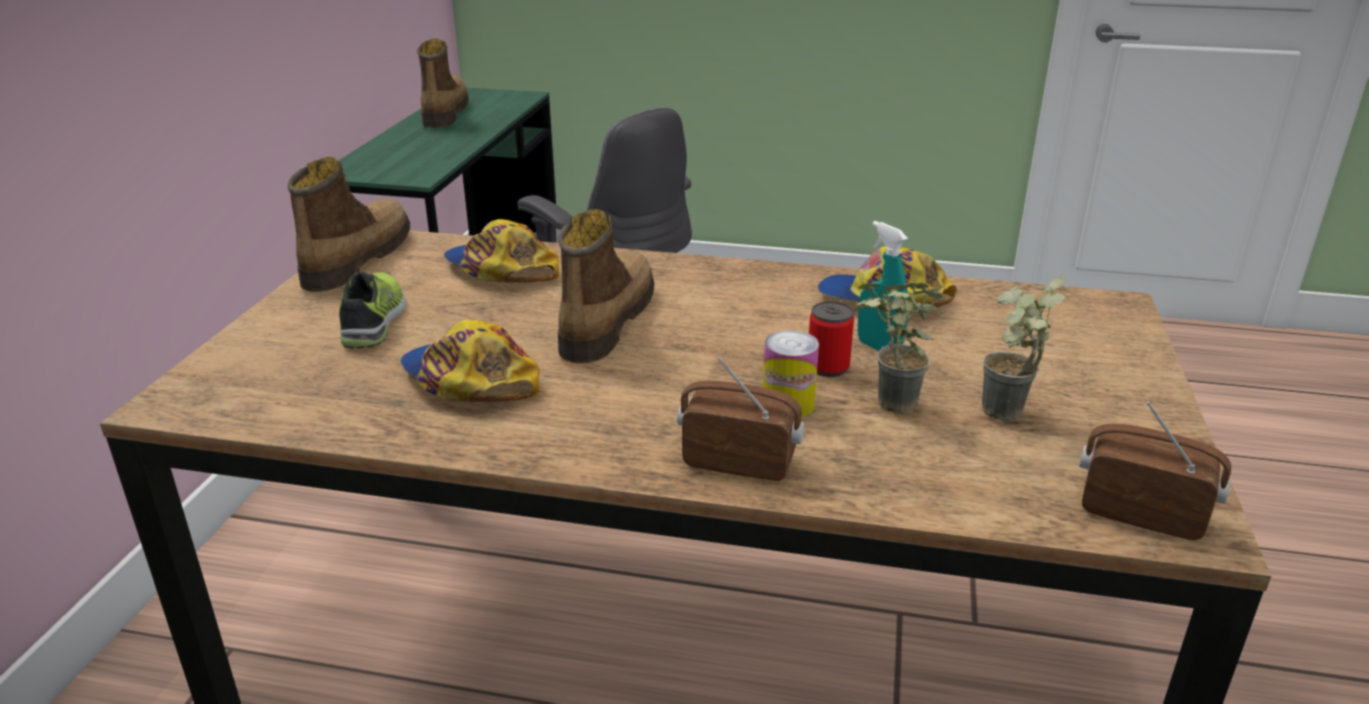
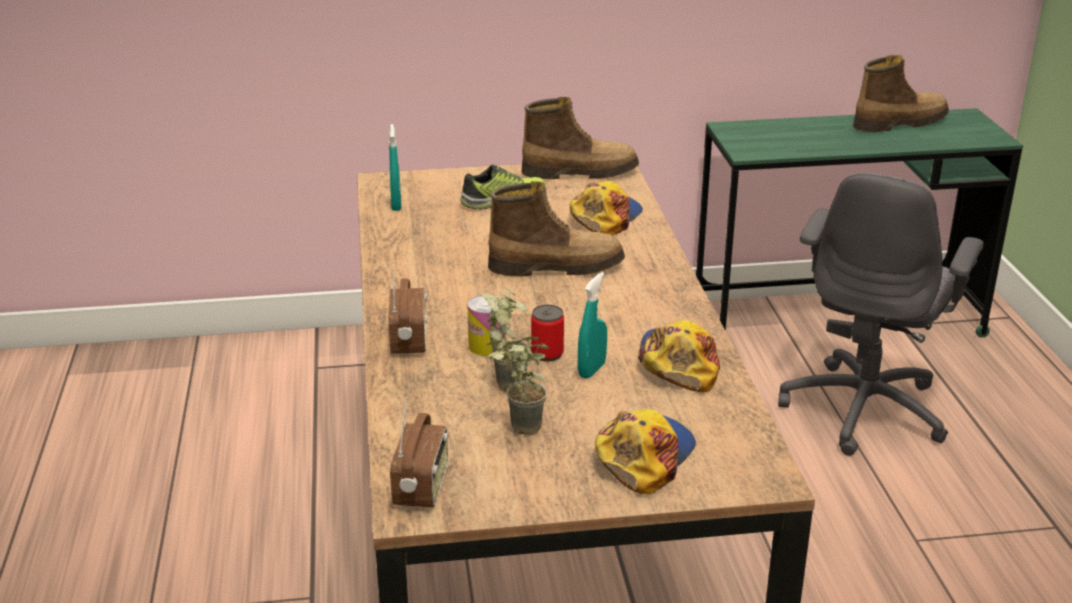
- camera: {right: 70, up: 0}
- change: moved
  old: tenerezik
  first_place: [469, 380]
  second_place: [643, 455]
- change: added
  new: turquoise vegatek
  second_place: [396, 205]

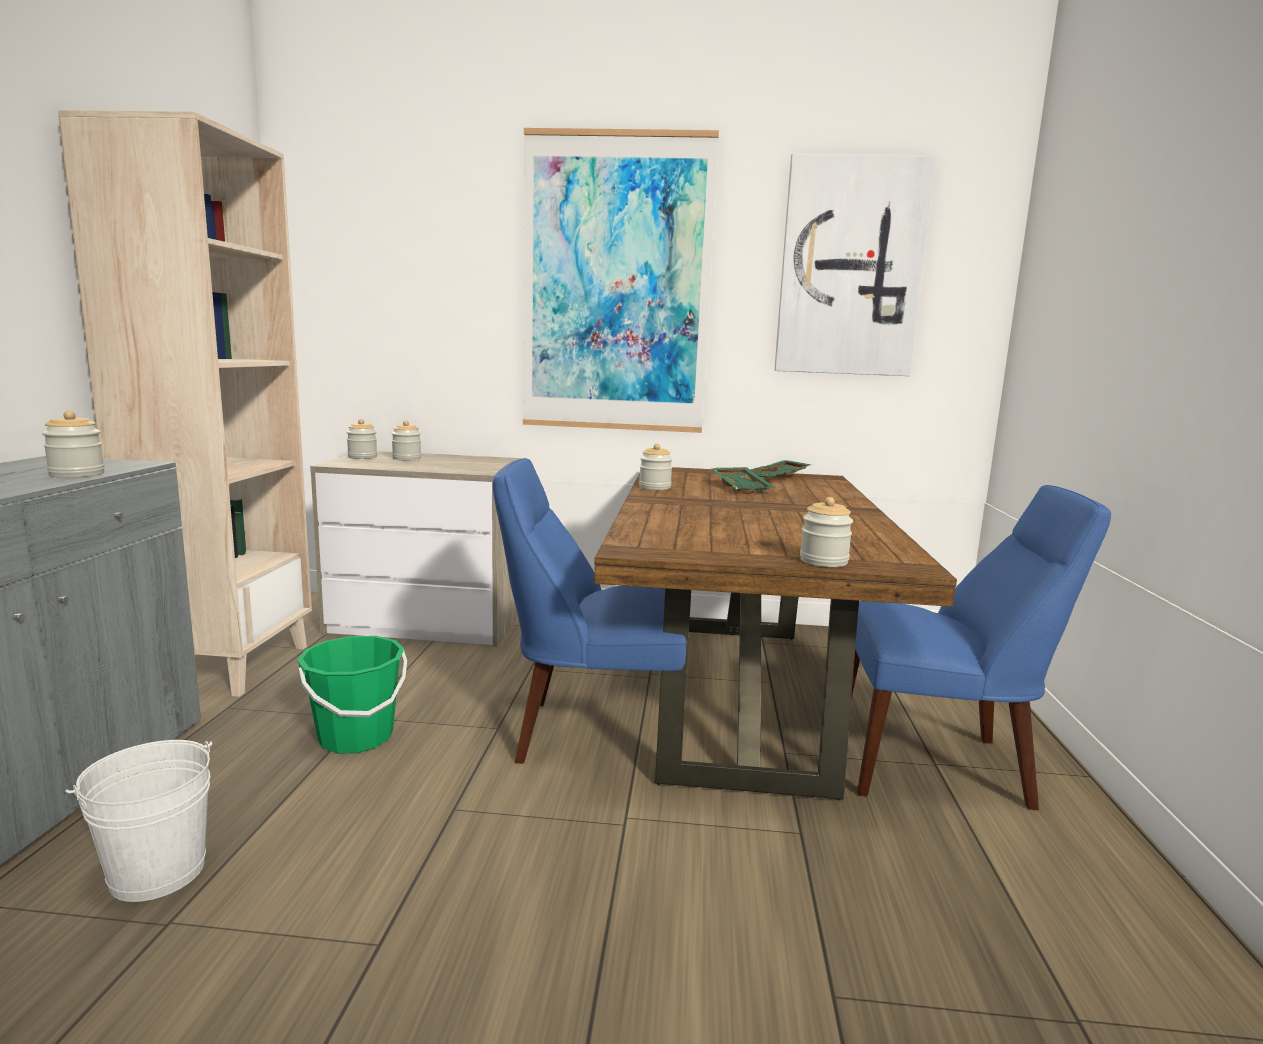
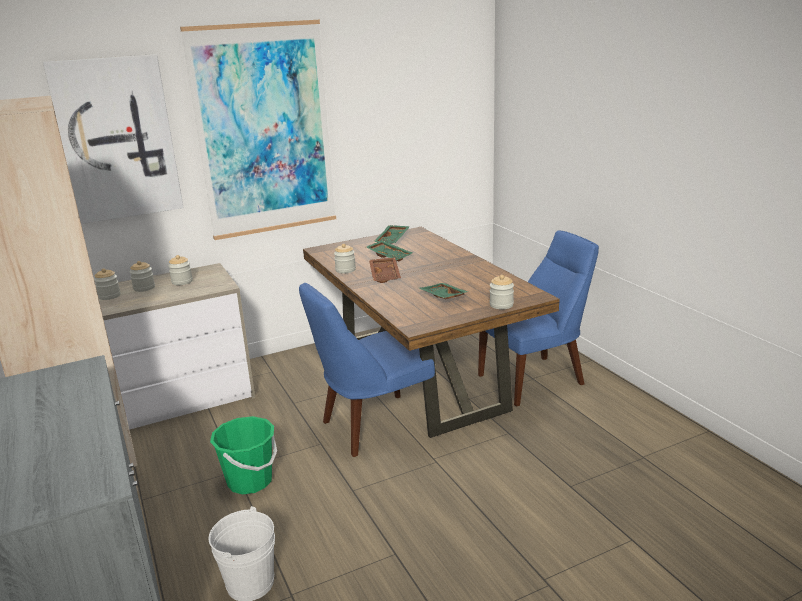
- camera: {right: -30, up: 10}
- change: moved
  old: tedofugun
  first_place: [77, 474]
  second_place: [182, 282]
- change: moved
  old: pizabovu
  first_place: [850, 268]
  second_place: [117, 139]
- change: added
  new: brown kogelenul
  second_place: [386, 275]
- change: added
  new: green kogelenul
  second_place: [442, 297]

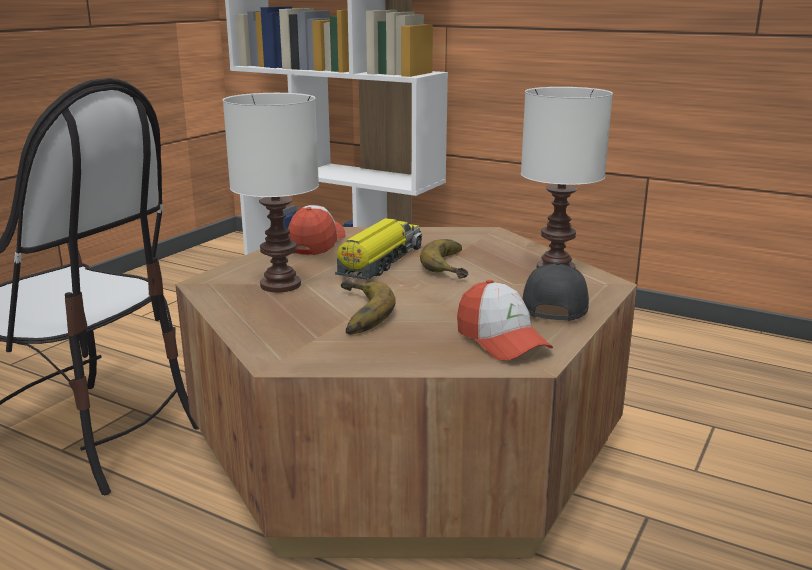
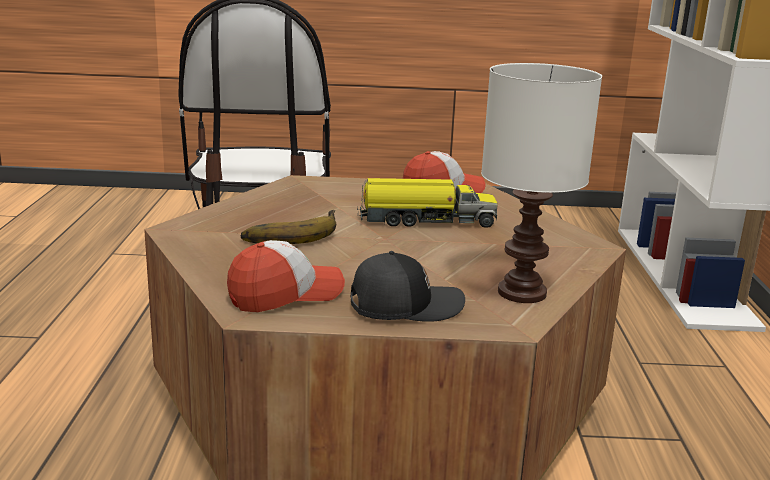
- camera: {right: 60, up: 0}
- change: removed
  old: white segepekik
  first_place: [280, 284]
- change: removed
  old: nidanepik
  first_place: [455, 265]
- change: turned
  old: tenerezik
  first_place: [501, 341]
  second_place: [285, 295]
  degrees: -150

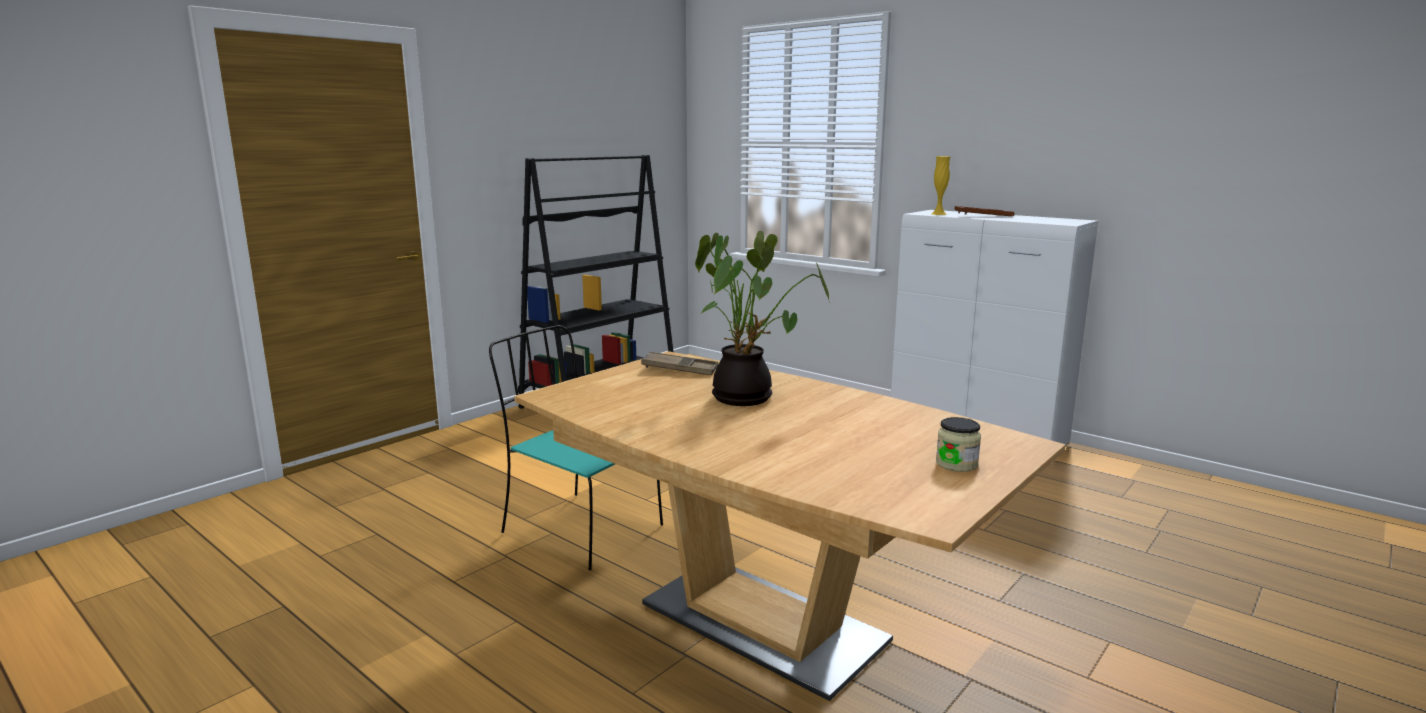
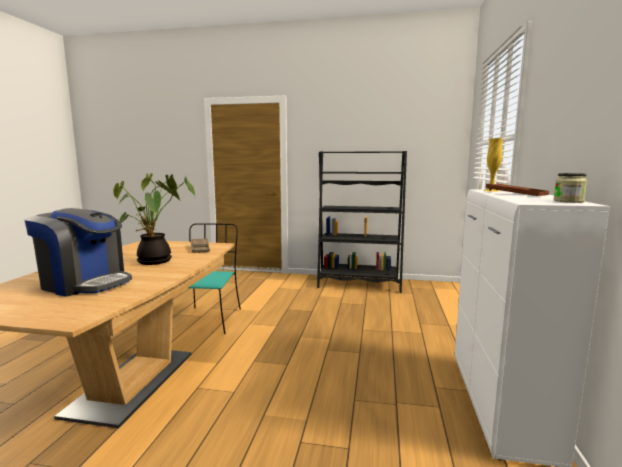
- camera: {right: 60, up: -5}
- change: moved
  old: tedofugun
  first_place: [956, 464]
  second_place: [568, 201]
- change: added
  new: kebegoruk
  second_place: [85, 283]

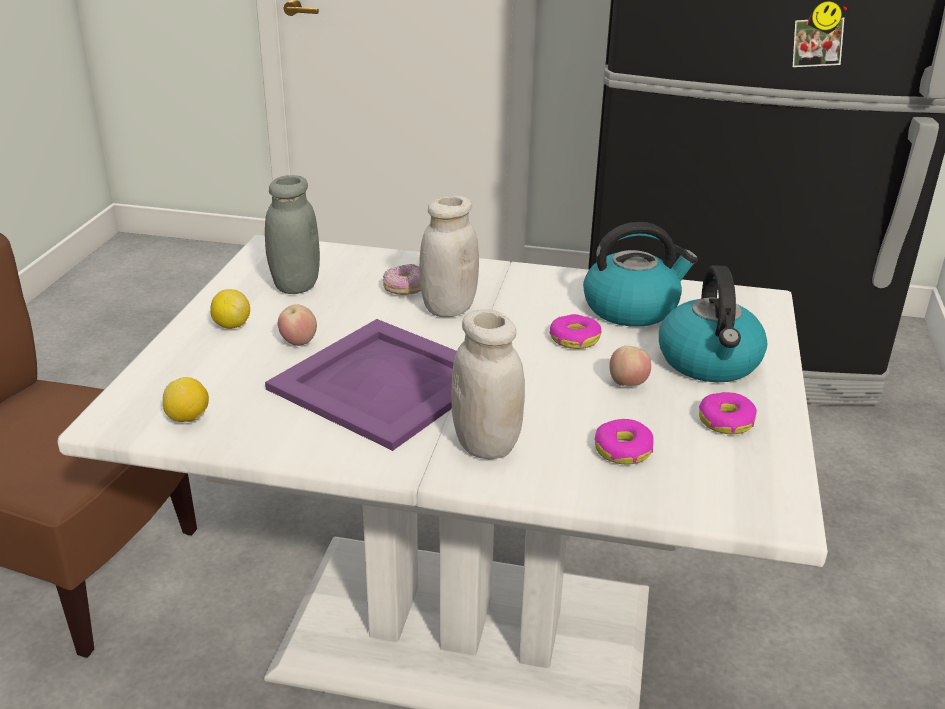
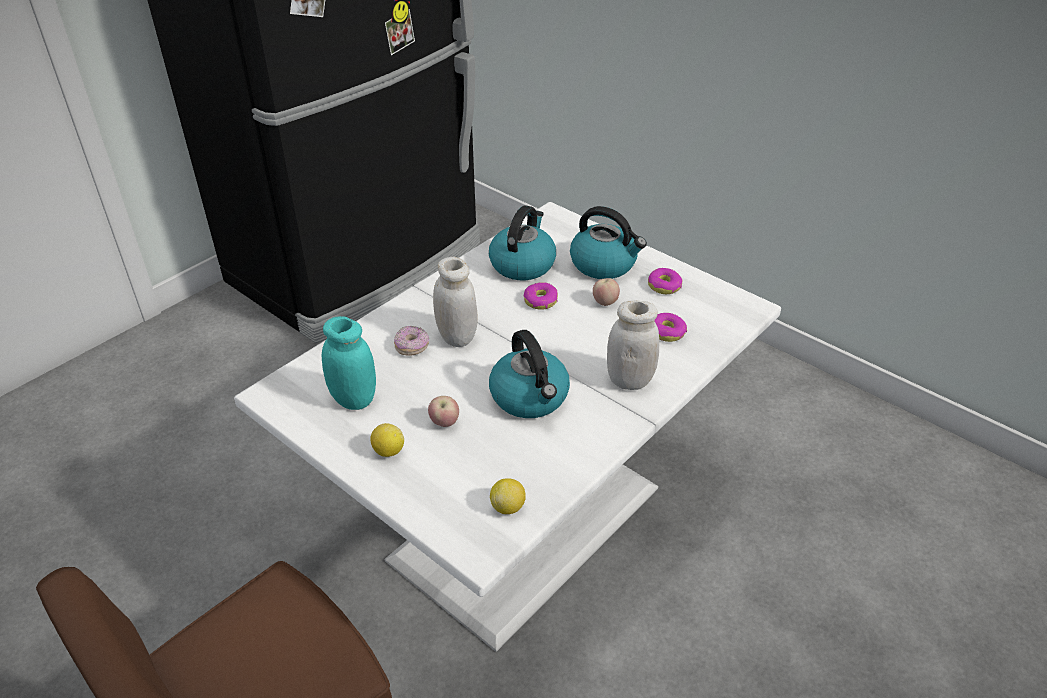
- camera: {right: -60, up: 10}
- change: recoloured
  old: grey tedofugun
  new: turquoise tedofugun
  first_place: [295, 285]
  second_place: [354, 399]
- change: replaced
  old: purple kogelenul
  new: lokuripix
  first_place: [386, 382]
  second_place: [530, 397]

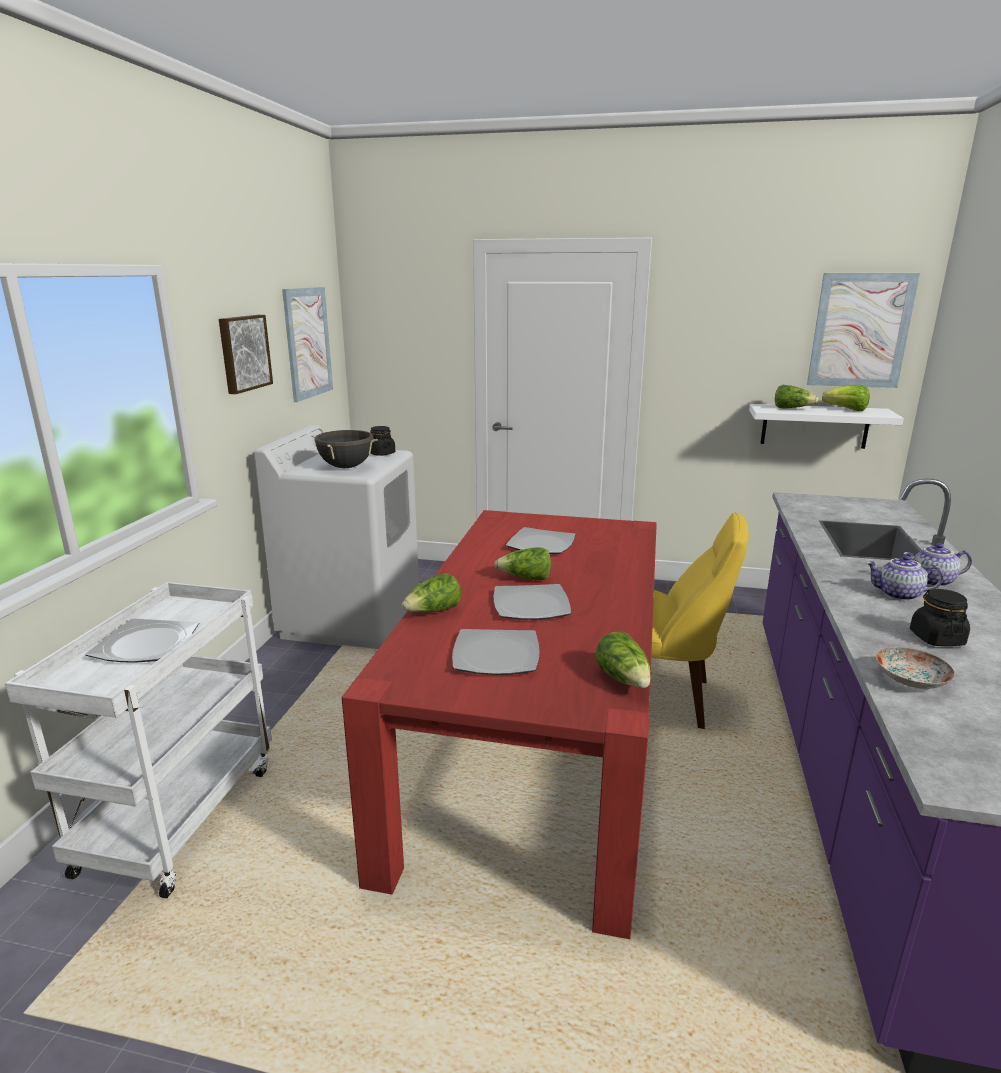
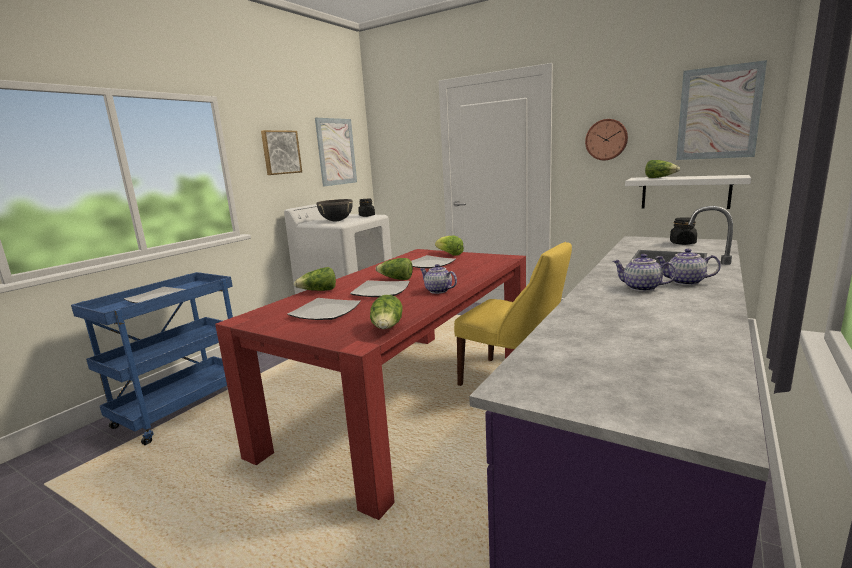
- camera: {right: 20, up: -5}
- change: recoloured
  old: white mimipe
  new: blue mimipe
  first_place: [179, 815]
  second_place: [183, 407]
- change: moved
  old: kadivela
  first_place: [846, 410]
  second_place: [449, 254]
- change: removed
  old: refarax
  first_place: [911, 680]
- change: moved
  old: black tedofugun
  first_place: [936, 638]
  second_place: [682, 243]
- change: added
  new: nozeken
  second_place: [437, 291]
- change: added
  new: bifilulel
  second_place: [606, 139]

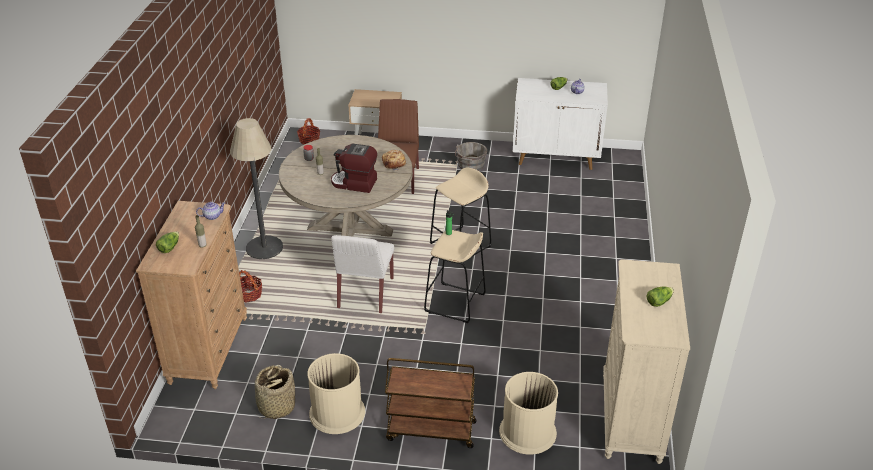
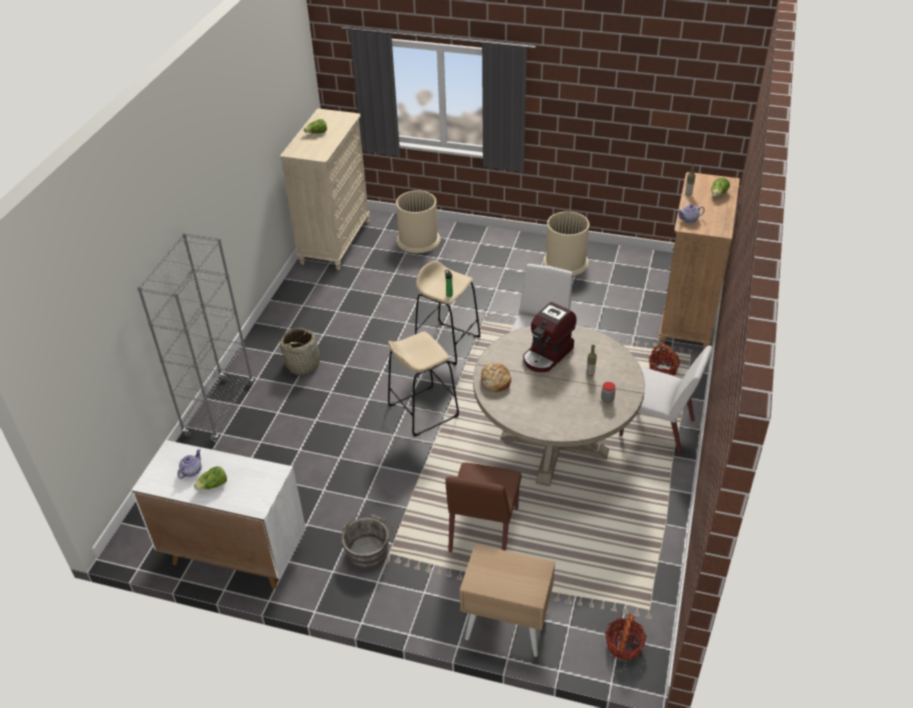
- camera: {right: -170, up: 5}
- change: replaced
  old: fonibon
  new: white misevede
  first_place: [264, 248]
  second_place: [658, 428]
- change: moved
  old: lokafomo
  first_place: [276, 406]
  second_place: [303, 364]
- change: turned
  old: kebegoruk
  first_place: [354, 183]
  second_place: [548, 355]
  degrees: 105
- change: removed
  old: brown mimipe
  first_place: [430, 431]
- change: added
  new: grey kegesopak
  second_place: [219, 409]

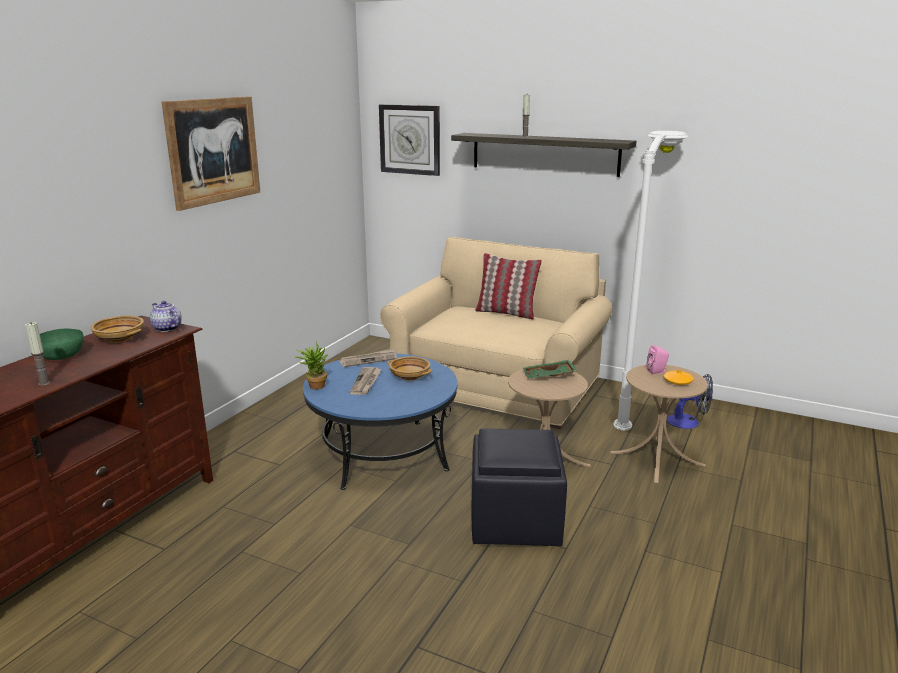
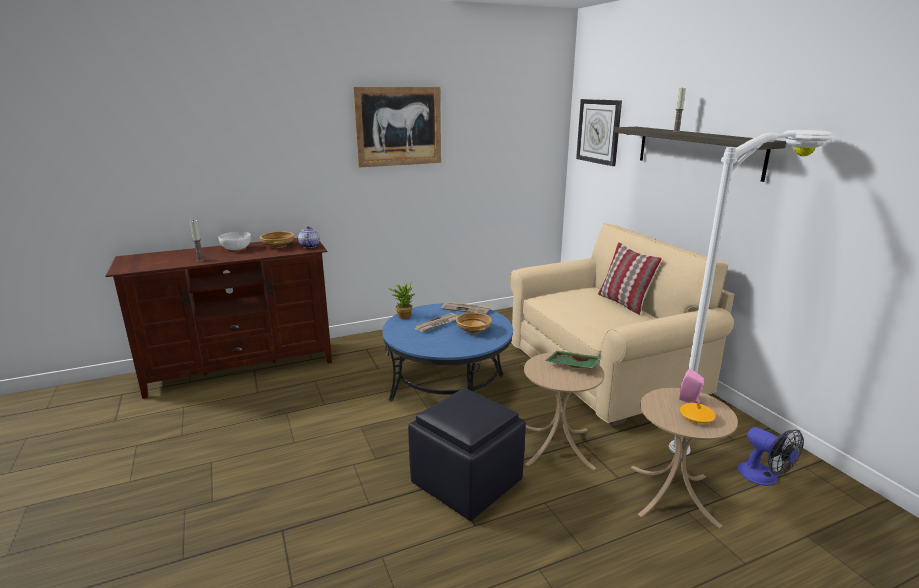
- camera: {right: 40, up: 0}
- change: recoloured
  old: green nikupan
  new: white nikupan
  first_place: [60, 356]
  second_place: [236, 248]

